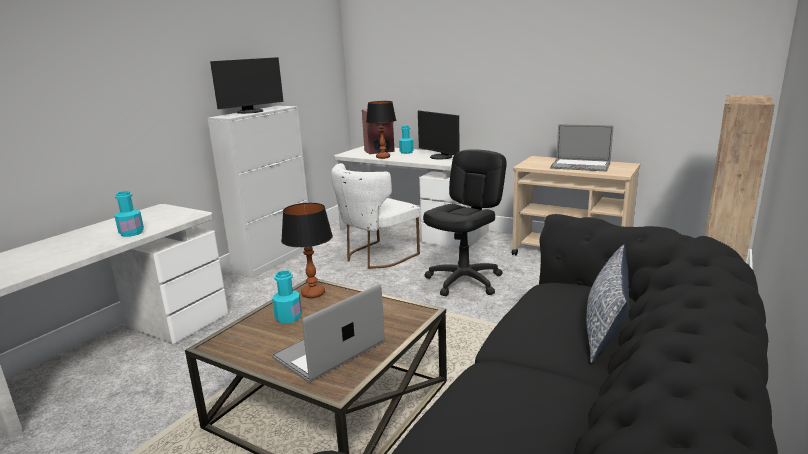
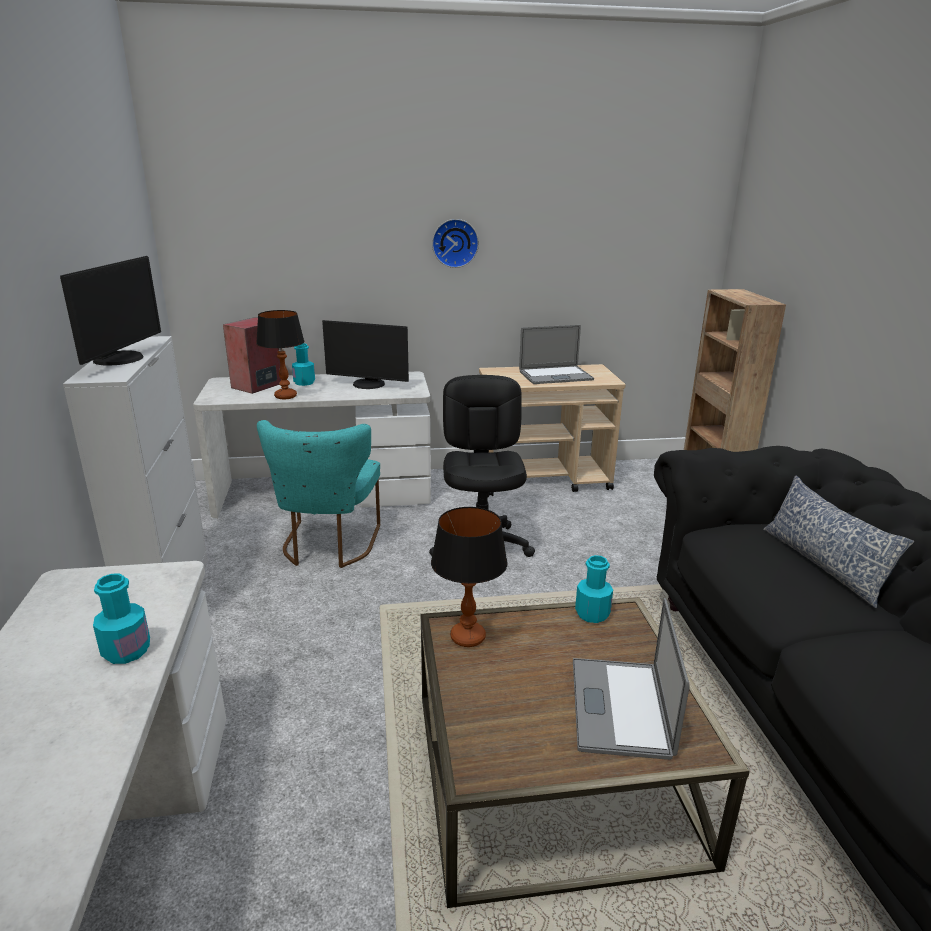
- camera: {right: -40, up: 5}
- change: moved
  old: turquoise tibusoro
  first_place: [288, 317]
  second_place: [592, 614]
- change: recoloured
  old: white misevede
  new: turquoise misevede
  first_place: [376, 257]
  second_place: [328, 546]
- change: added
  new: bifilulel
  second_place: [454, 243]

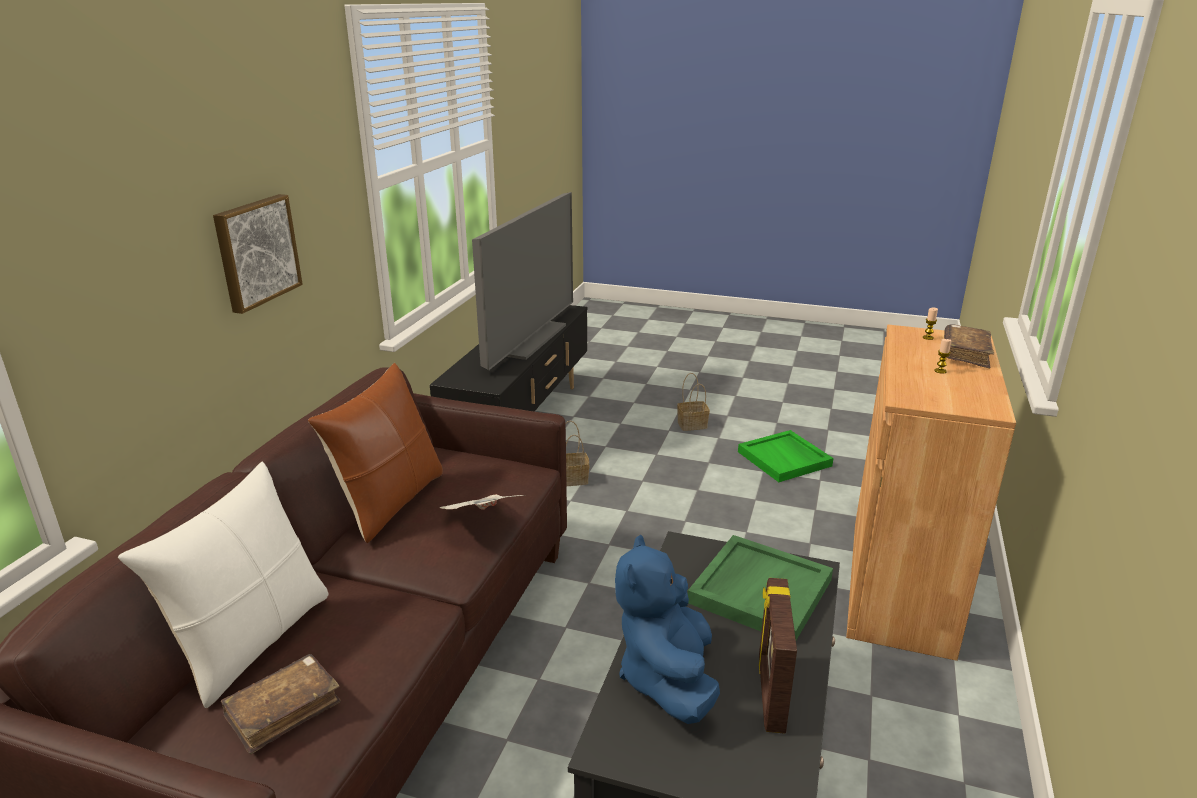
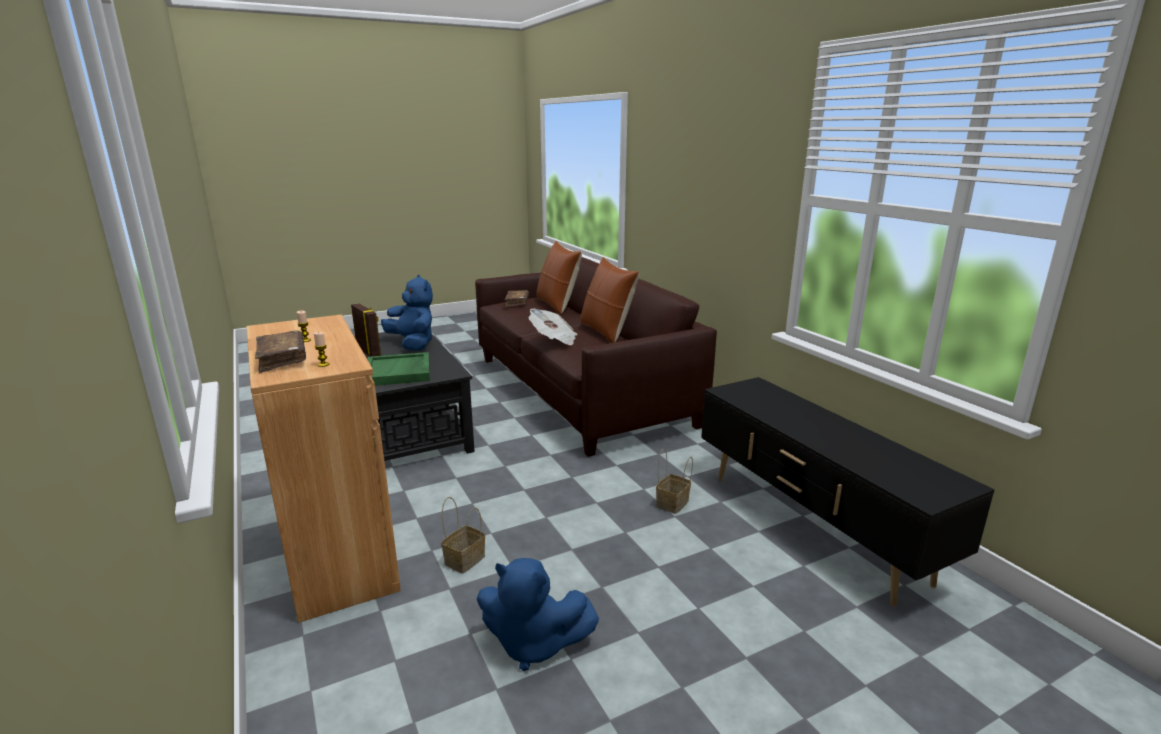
- camera: {right: 135, up: -5}
- change: recoloured
  old: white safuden
  new: brown safuden
  first_place: [252, 641]
  second_place: [557, 305]
- change: removed
  old: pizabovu
  first_place: [256, 251]
- change: removed
  old: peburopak
  first_place: [525, 338]
- change: moved
  old: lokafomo
  first_place: [691, 425]
  second_place: [465, 559]
- change: replaced
  old: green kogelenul
  new: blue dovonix
  first_place: [785, 459]
  second_place: [533, 644]

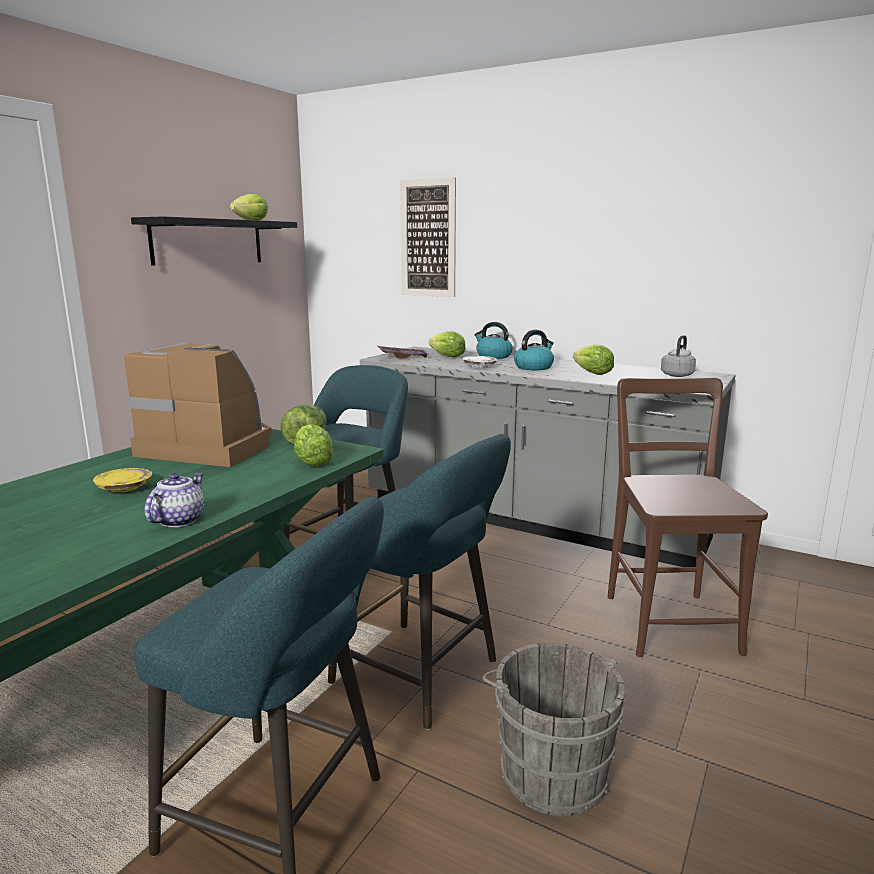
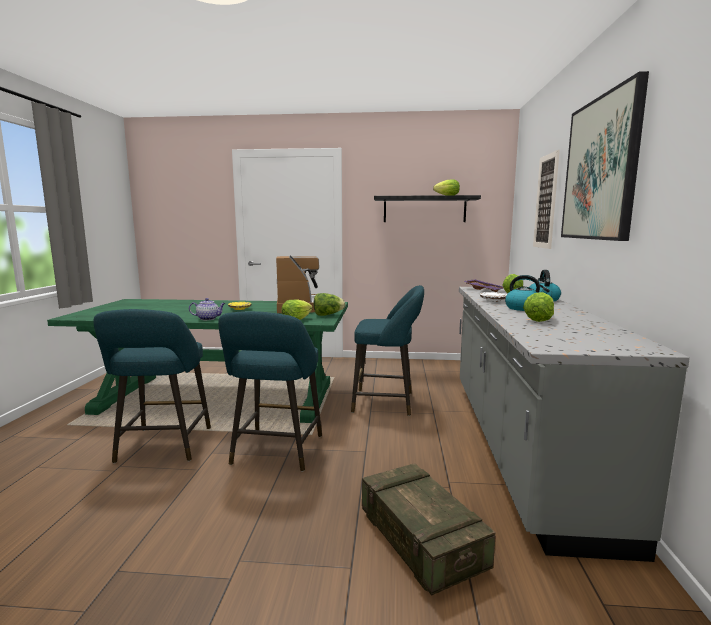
- camera: {right: 65, up: -5}
- change: removed
  old: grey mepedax
  first_place: [550, 769]
- change: replaced
  old: brown misevede
  new: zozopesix
  first_place: [668, 619]
  second_place: [420, 541]
- change: removed
  old: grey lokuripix
  first_place: [677, 375]
- change: added
  new: pizabovu
  second_place: [600, 169]

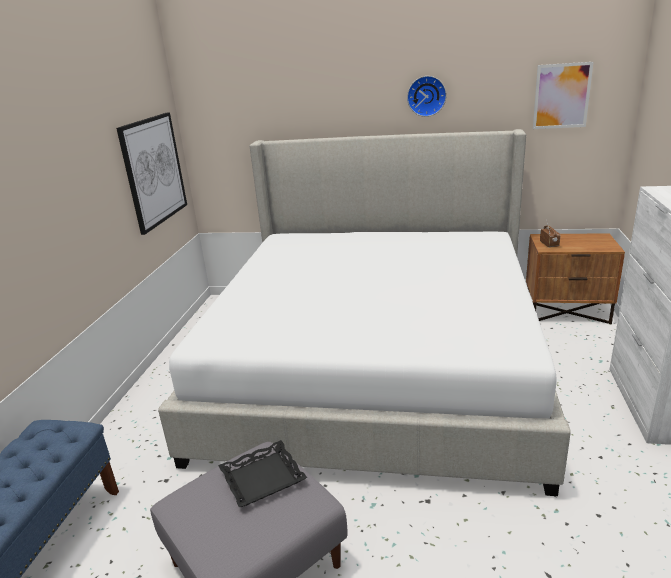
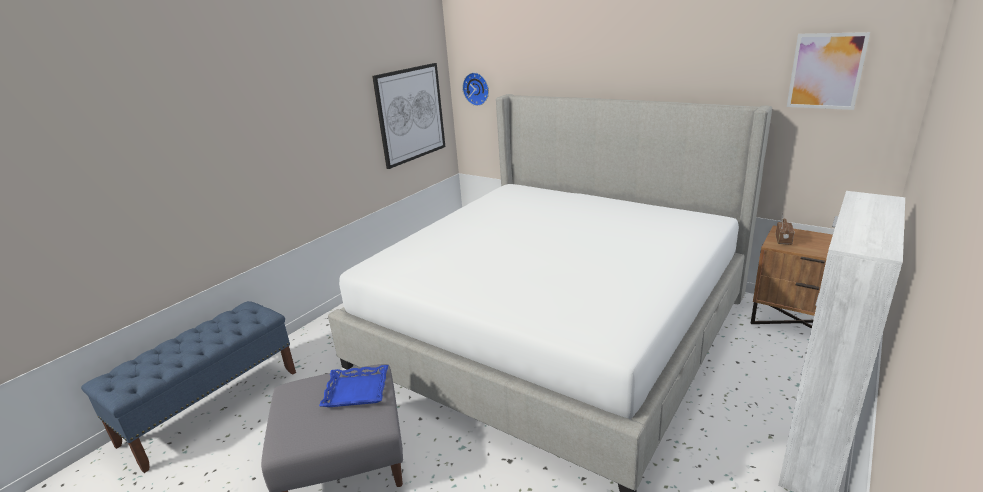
- camera: {right: 25, up: 0}
- change: recoloured
  old: black kogelenul
  new: blue kogelenul
  first_place: [263, 478]
  second_place: [356, 391]
- change: moved
  old: bifilulel
  first_place: [426, 96]
  second_place: [477, 88]

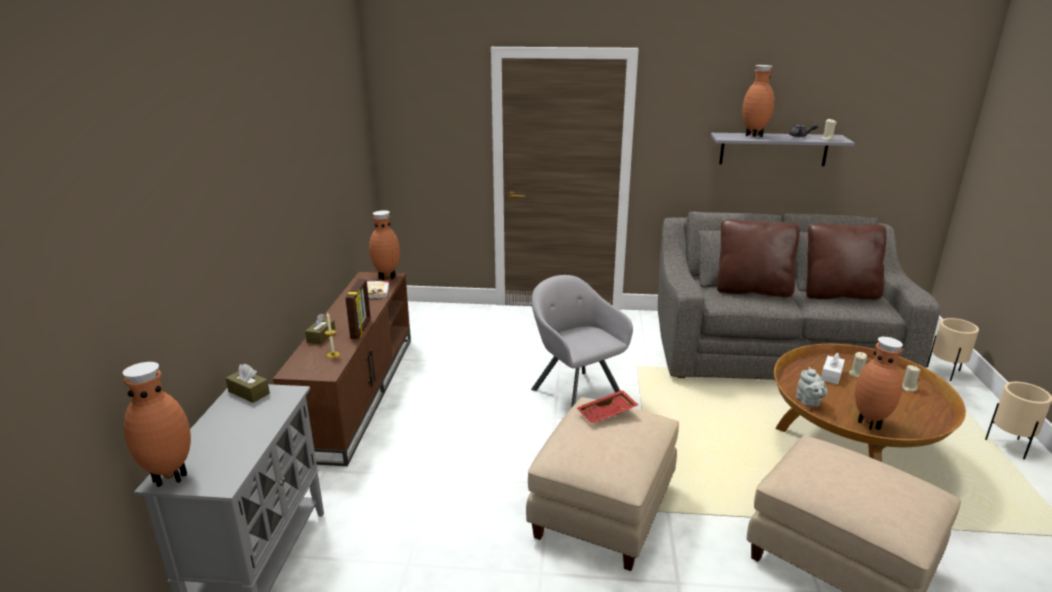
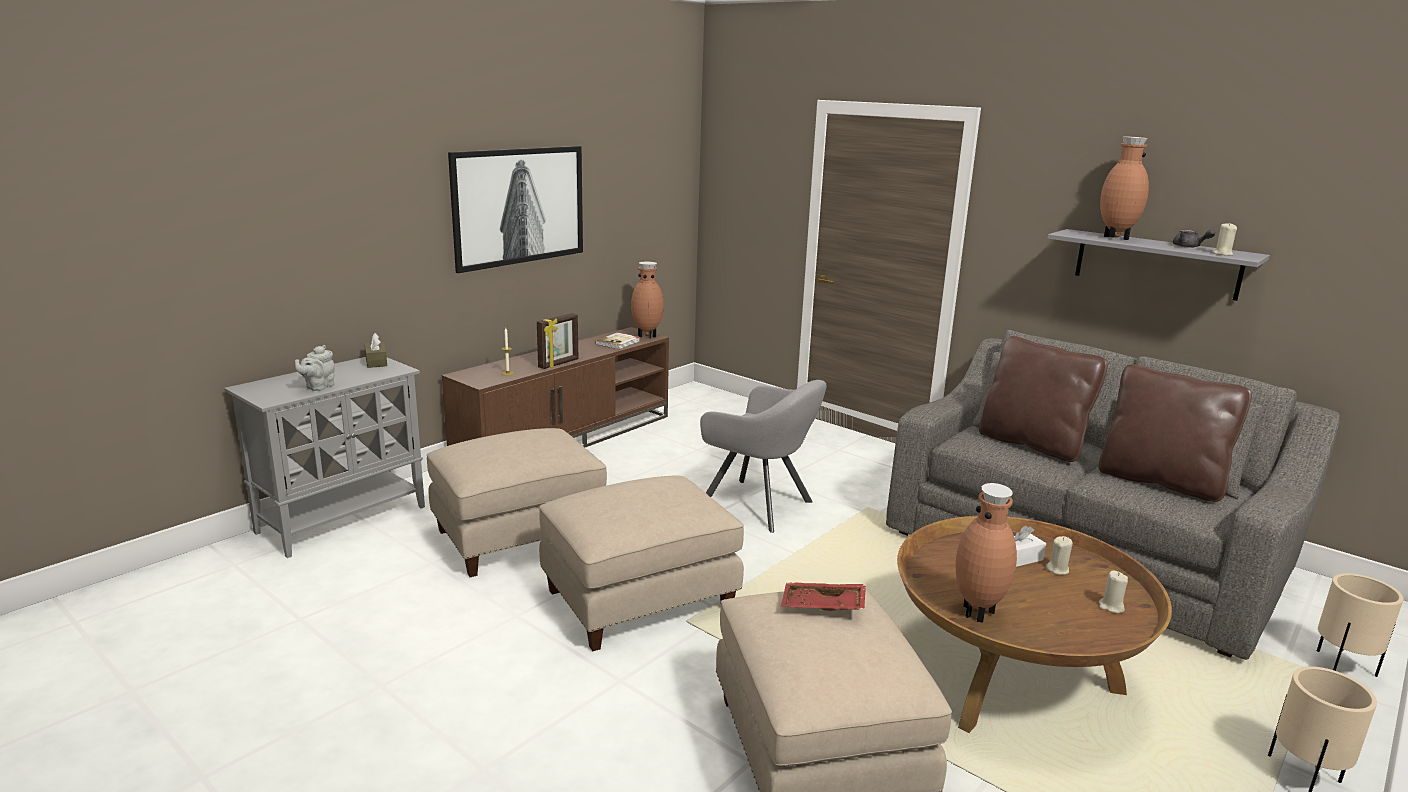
- camera: {right: 35, up: -5}
- change: removed
  old: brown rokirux
  first_place: [170, 476]
- change: removed
  old: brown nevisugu
  first_place: [321, 336]
- change: turned
  old: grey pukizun
  first_place: [575, 393]
  second_place: [760, 506]
  degrees: 120
- change: moved
  old: red kogelenul
  first_place: [607, 413]
  second_place: [822, 607]
- change: moved
  old: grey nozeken
  first_place: [809, 402]
  second_place: [318, 387]
- change: added
  new: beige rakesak
  second_place: [519, 536]
- change: added
  new: pizabovu
  second_place: [518, 206]

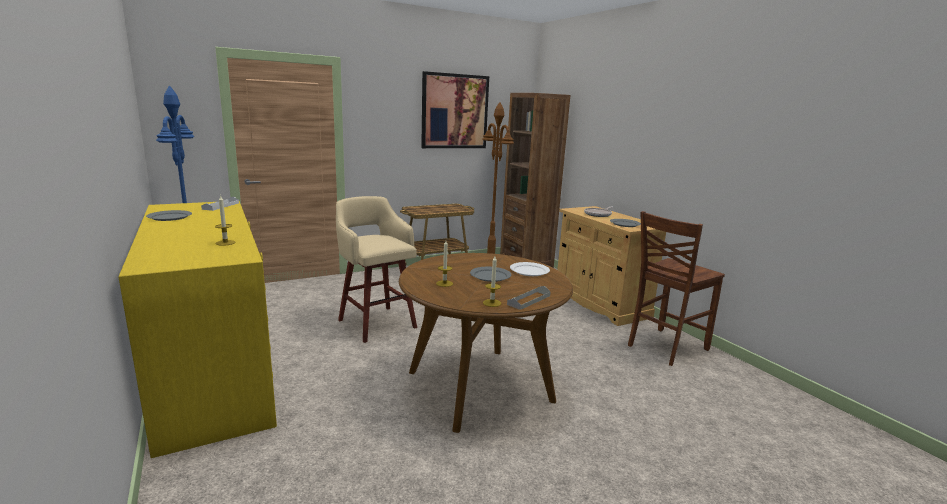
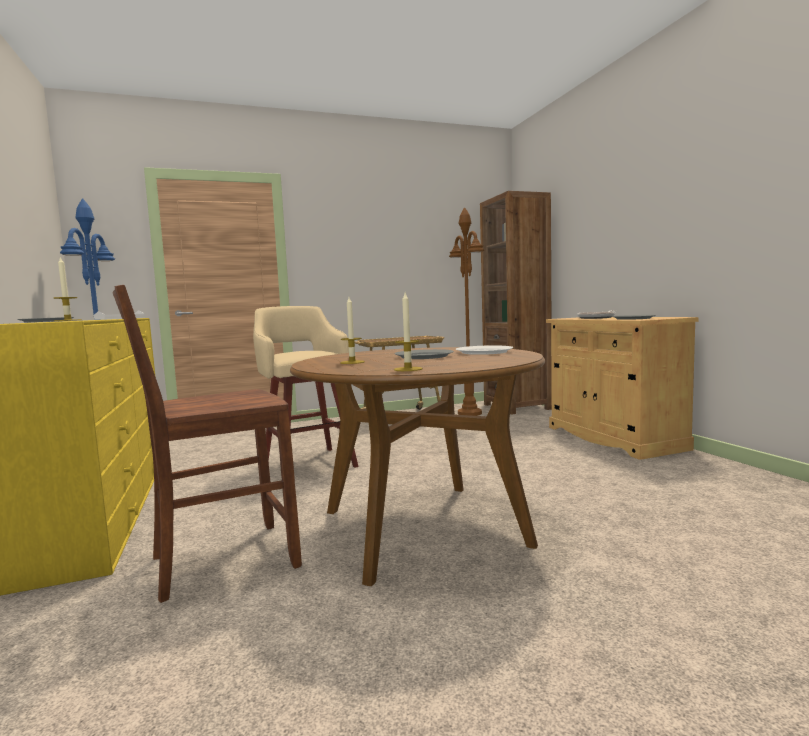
- camera: {right: 10, up: -10}
- change: removed
  old: pizabovu
  first_place: [454, 111]
- change: removed
  old: grey kogelenul
  first_place: [529, 300]
- change: moved
  old: brown misevede
  first_place: [665, 347]
  second_place: [221, 561]

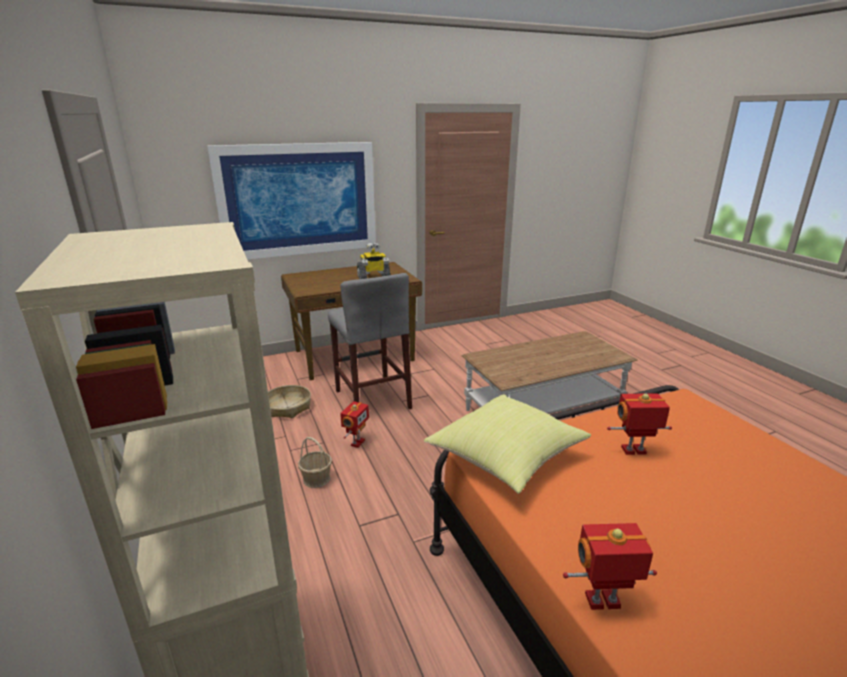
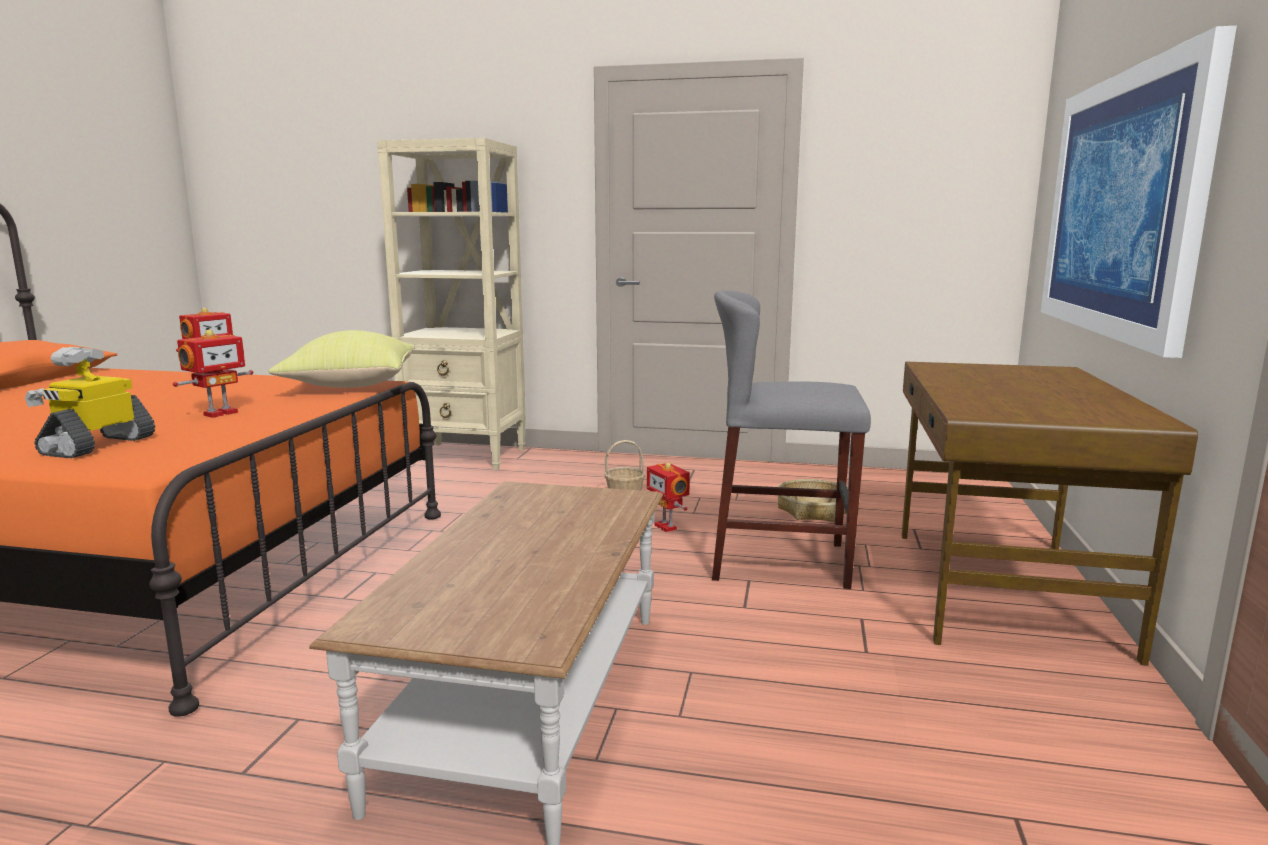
- camera: {right: 125, up: -10}
- change: moved
  old: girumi
  first_place: [373, 277]
  second_place: [98, 445]

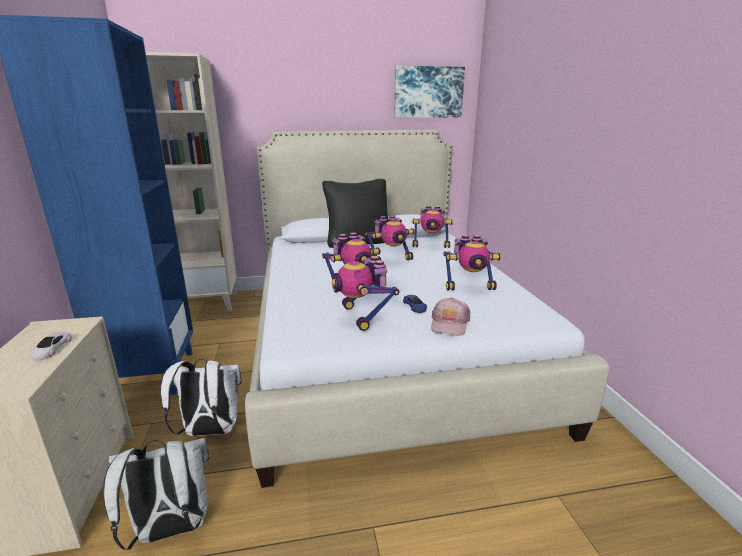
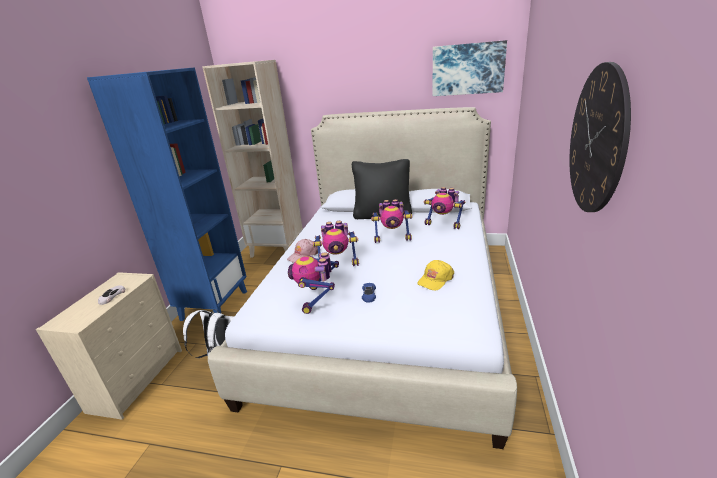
- camera: {right: 25, up: 5}
- change: removed
  old: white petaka
  first_place: [171, 530]
- change: moved
  old: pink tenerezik
  first_place: [449, 323]
  second_place: [303, 255]
- change: replaced
  old: girumi
  new: yellow tenerezik
  first_place: [469, 287]
  second_place: [435, 279]
- change: added
  new: bifilulel
  second_place: [597, 140]

